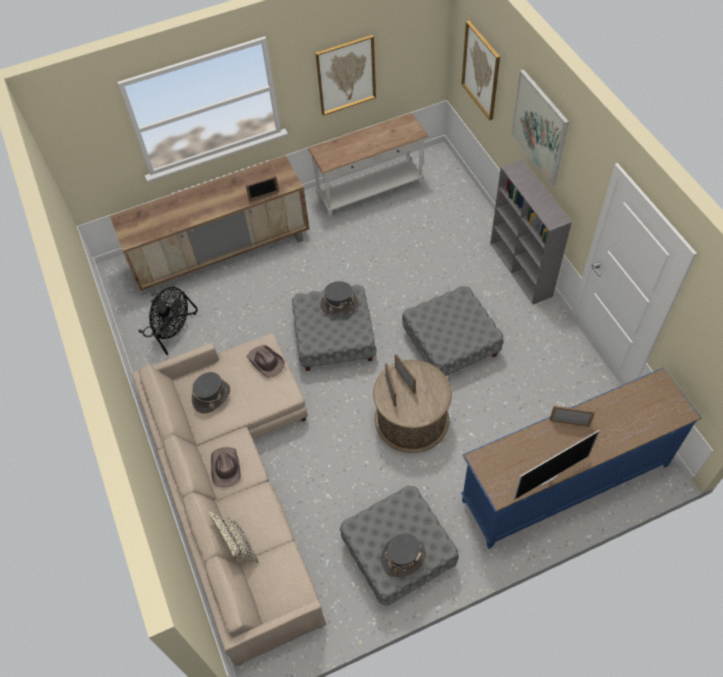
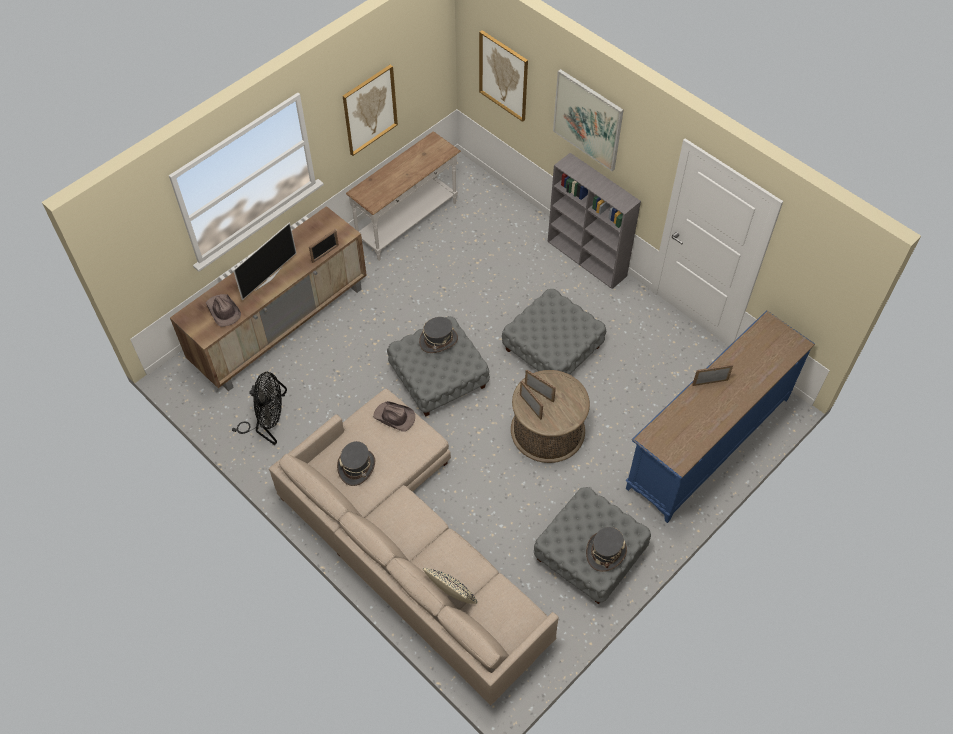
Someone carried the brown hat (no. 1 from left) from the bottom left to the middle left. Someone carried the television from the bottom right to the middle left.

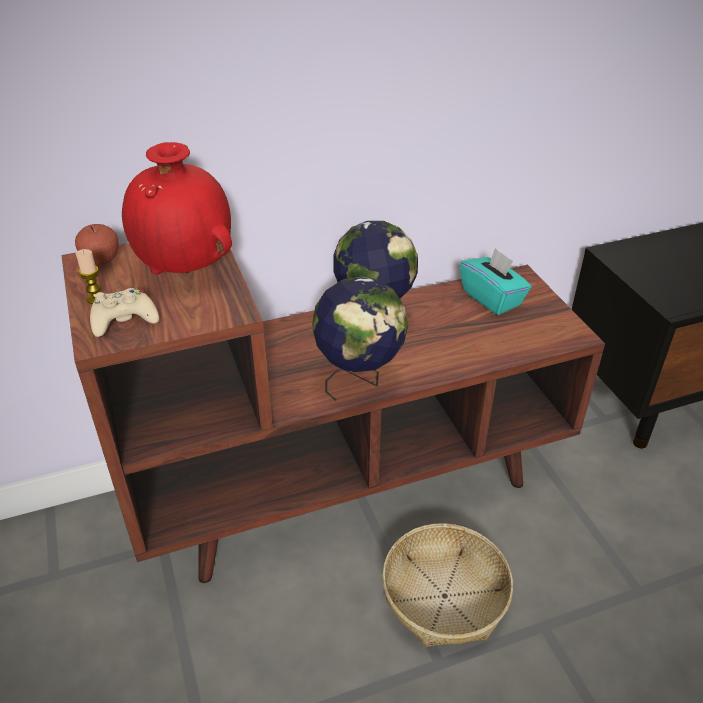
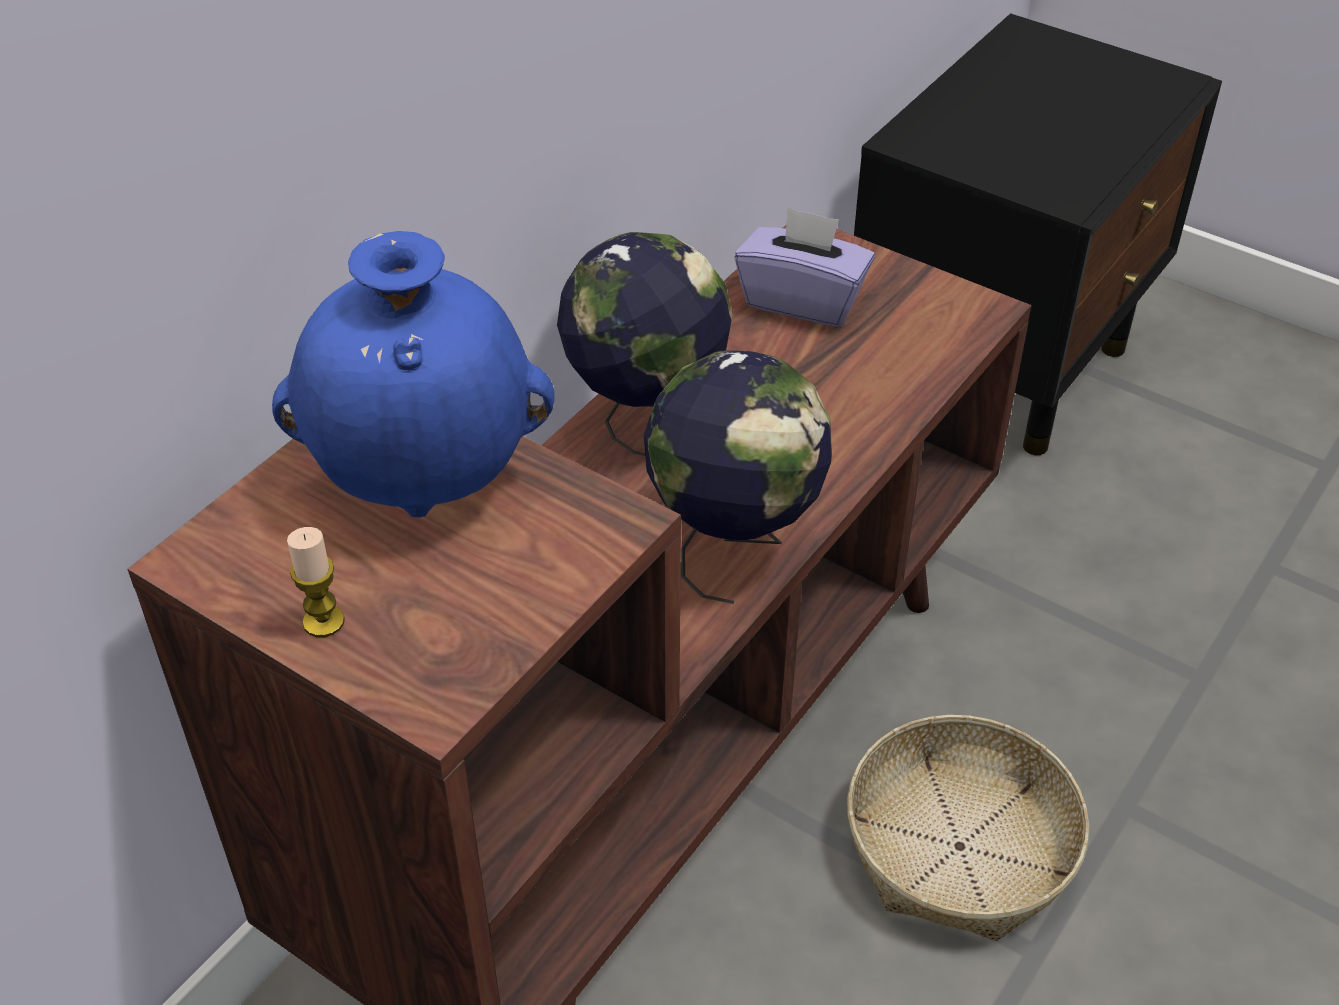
Someone took away the apple at the middle left. Someone took away the beige game controller at the middle left. Someone repainted the red vase at the top left, which became the blue vase at the middle left. Someone repainted the turquoise tissue box at the middle right, which became the purple tissue box at the top centre.

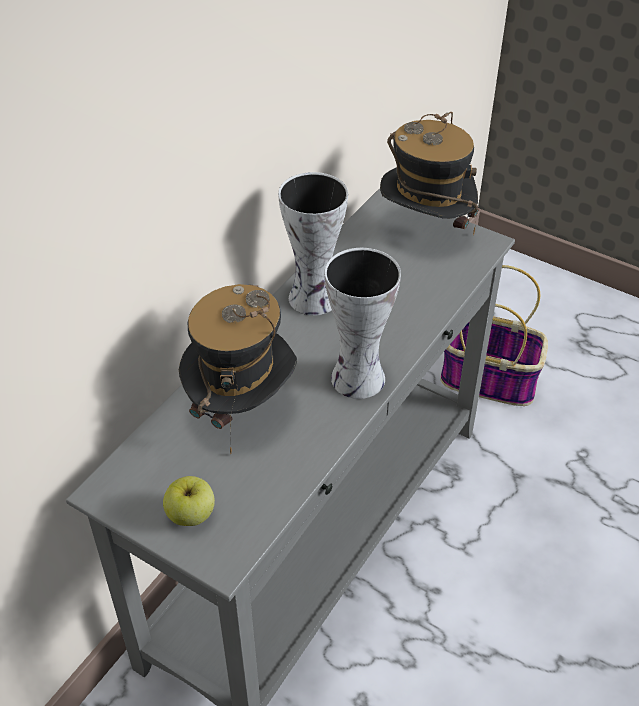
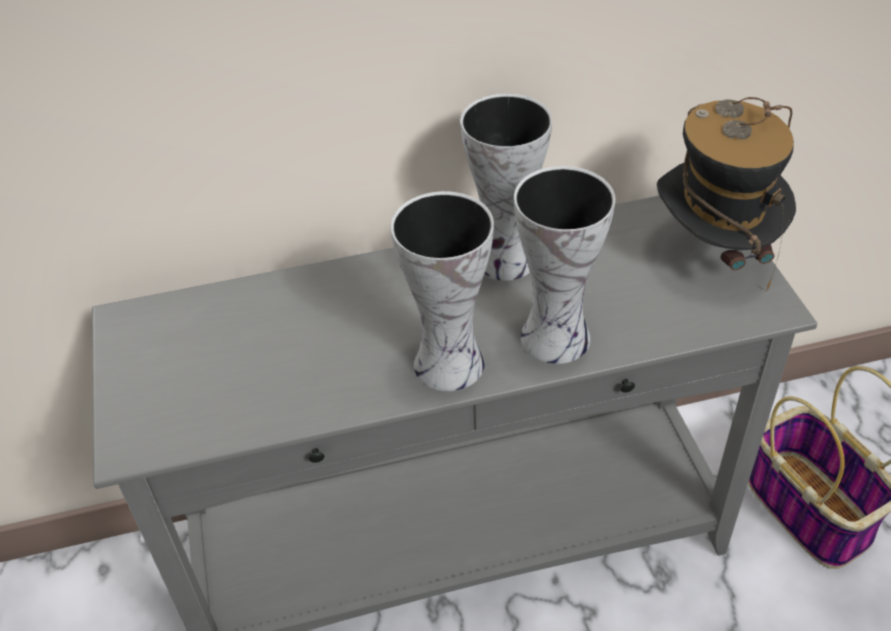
Someone took away the apple at the bottom left. Someone took away the hat (no. 1 from left) at the centre. Someone put down the vase (no. 3 from left) at the centre.

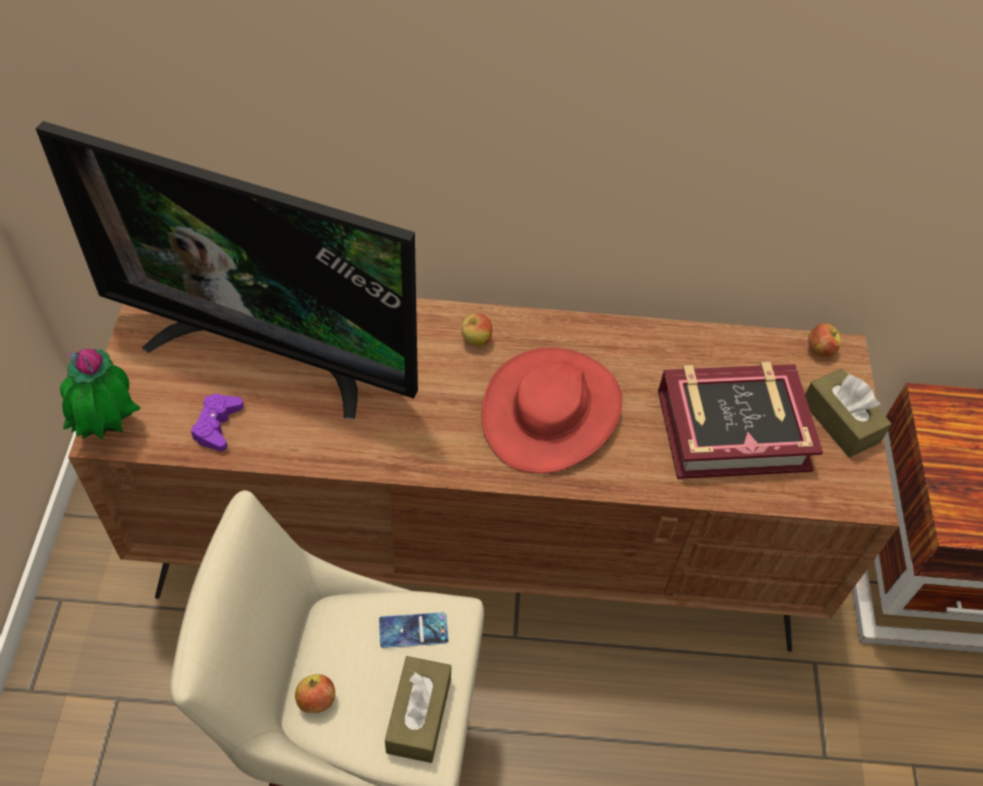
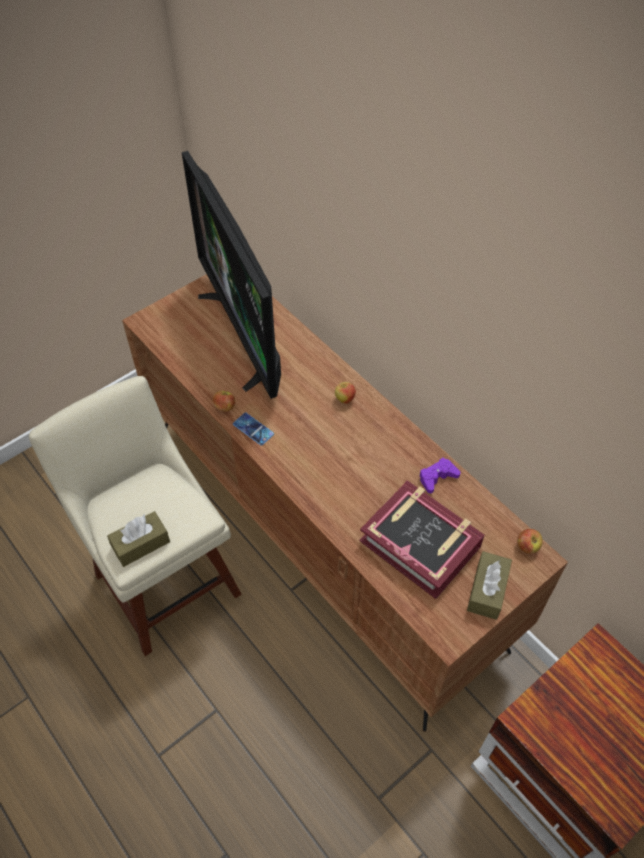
Someone took away the potted plant at the middle left. Someone carried the purple game controller from the middle left to the middle right. Someone carried the apple (no. 1 from left) from the bottom left to the centre. Someone carried the phone from the bottom centre to the centre. Someone took away the red hat at the centre.

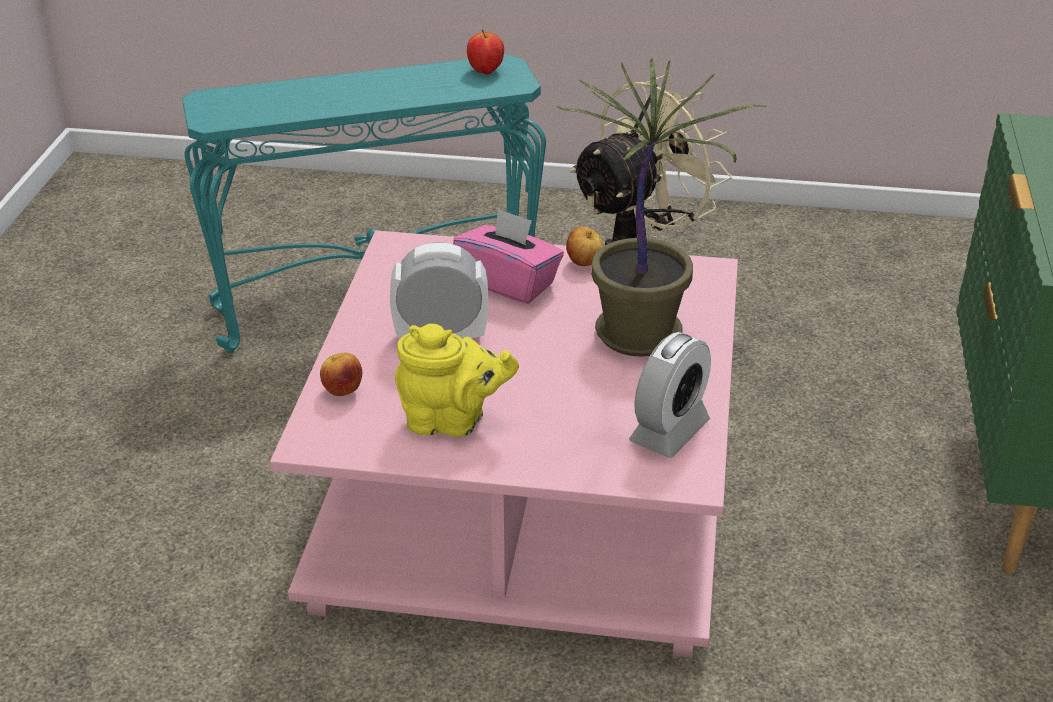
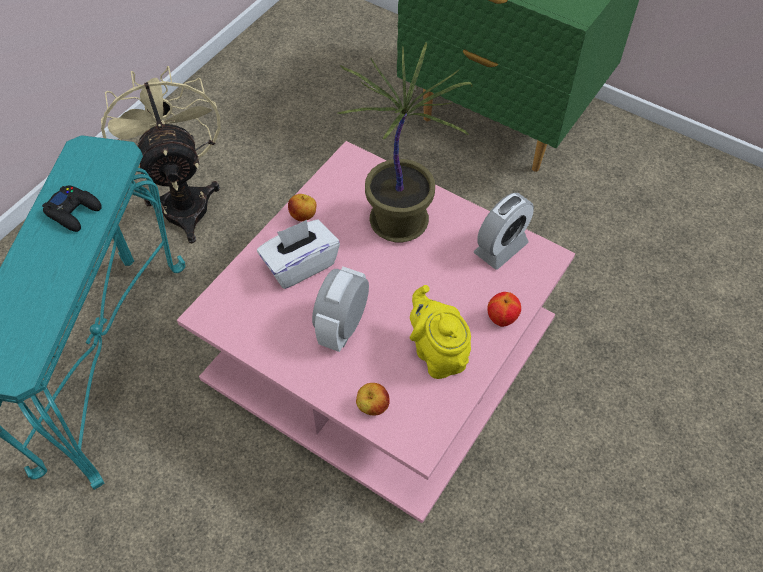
Someone rotated the yellow teapot at the centre by 60 degrees counterclockwise. Someone repainted the pink tissue box at the centre, which became the white tissue box at the centre. Someone carried the apple (no. 2 from left in the first image) from the top centre to the centre. Someone rotated the alarm clock (no. 2 from left) at the centre by 75 degrees clockwise. Someone put down the black game controller at the middle left.

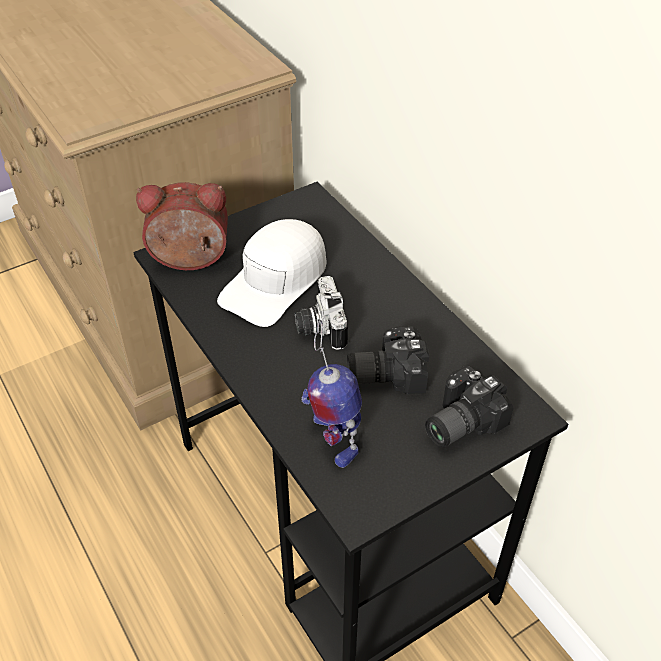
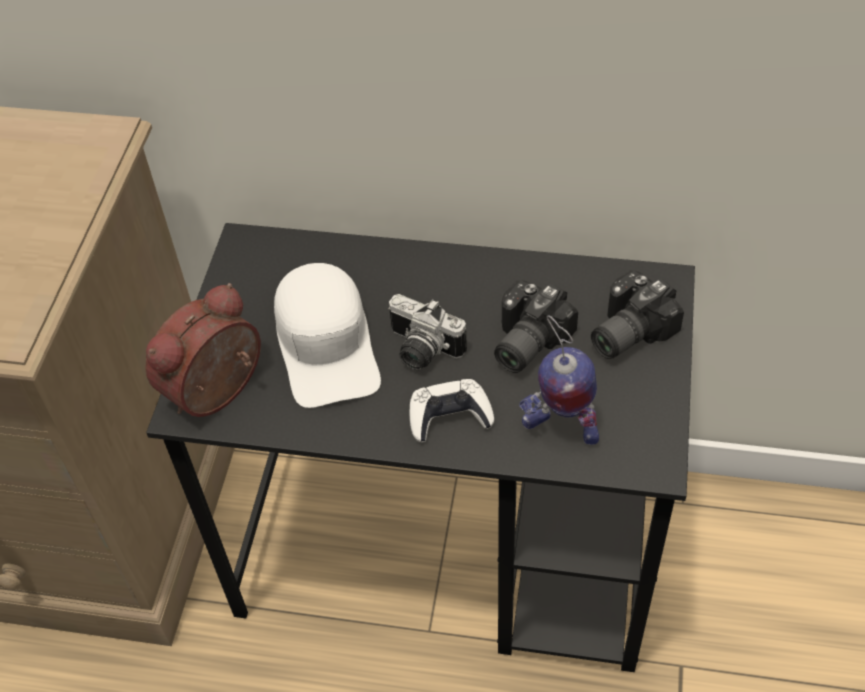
Someone rotated the photo camera (no. 3 from left) at the middle right by 45 degrees clockwise. Someone put down the white game controller at the centre.

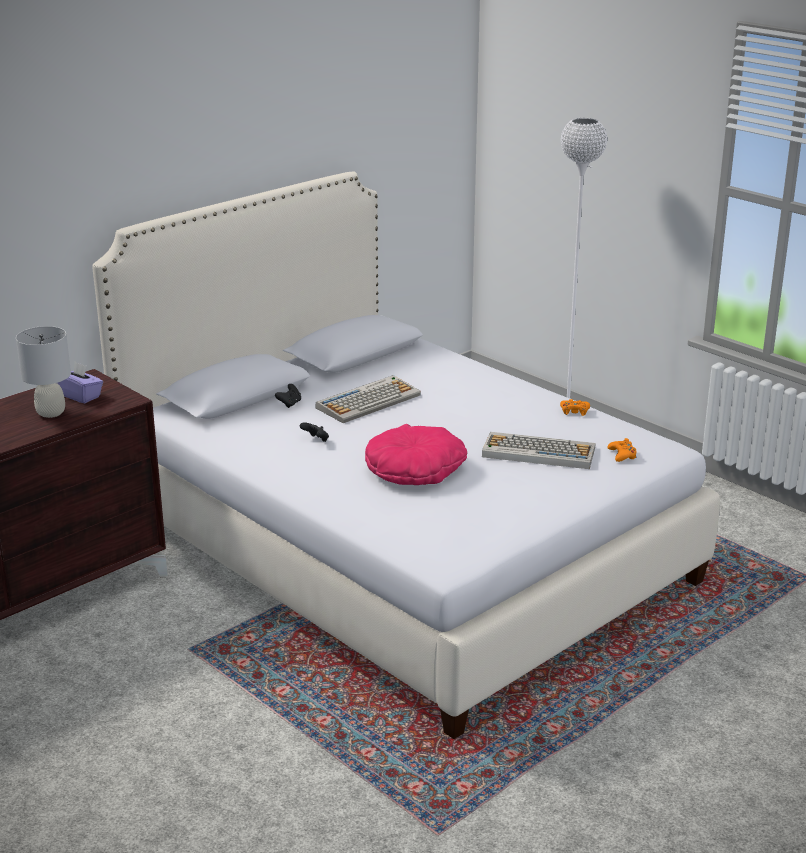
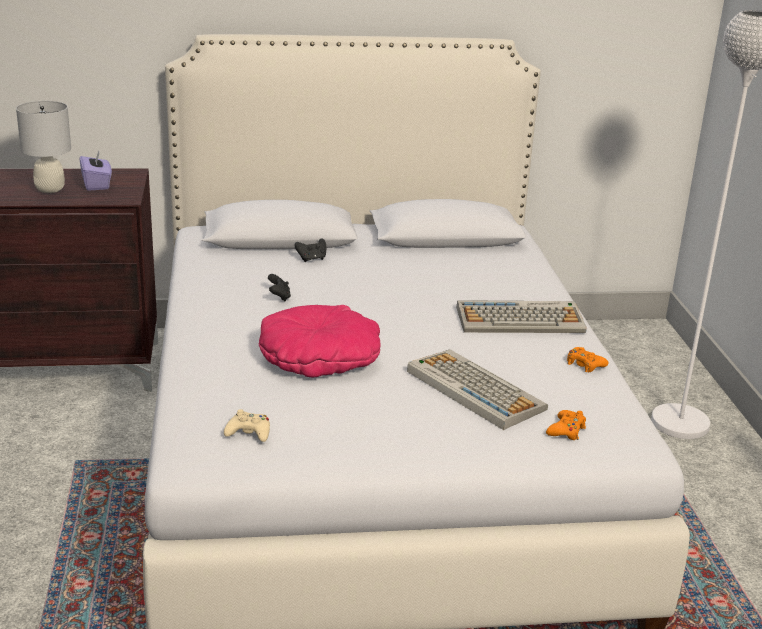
Someone carried the keyboard (no. 1 from left in the first image) from the centre to the middle right. Someone put down the beige game controller at the bottom left.

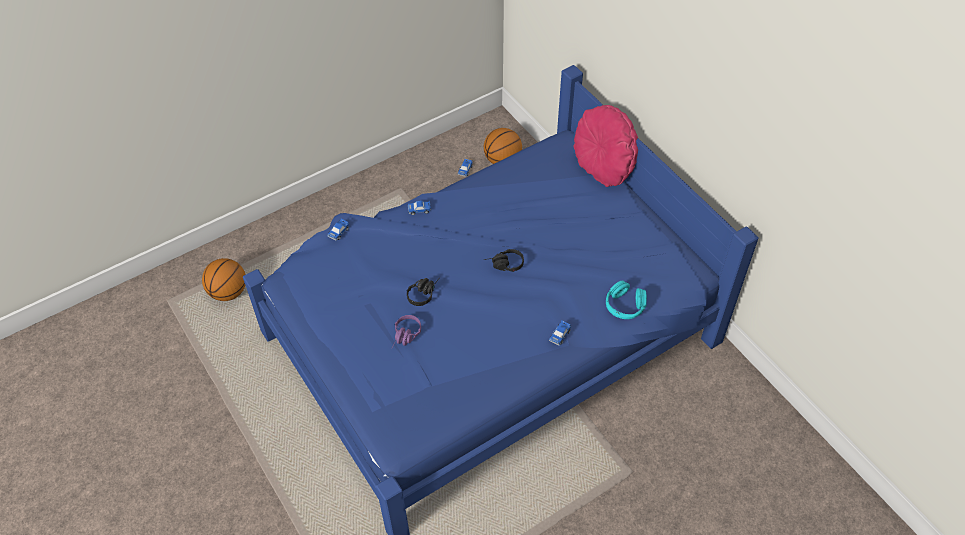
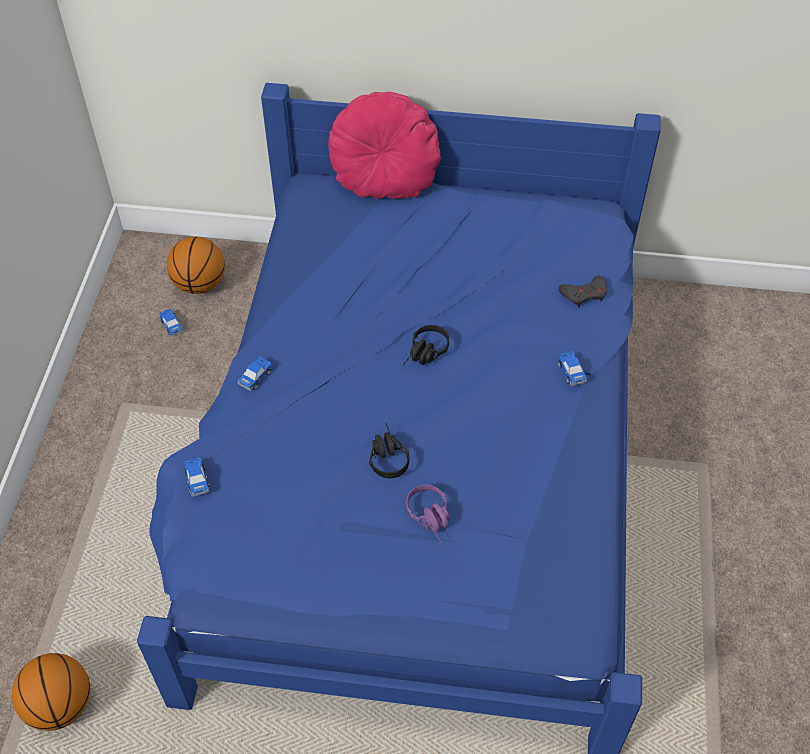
Someone swapped the turquoise headphones at the centre for the grey game controller at the middle right.

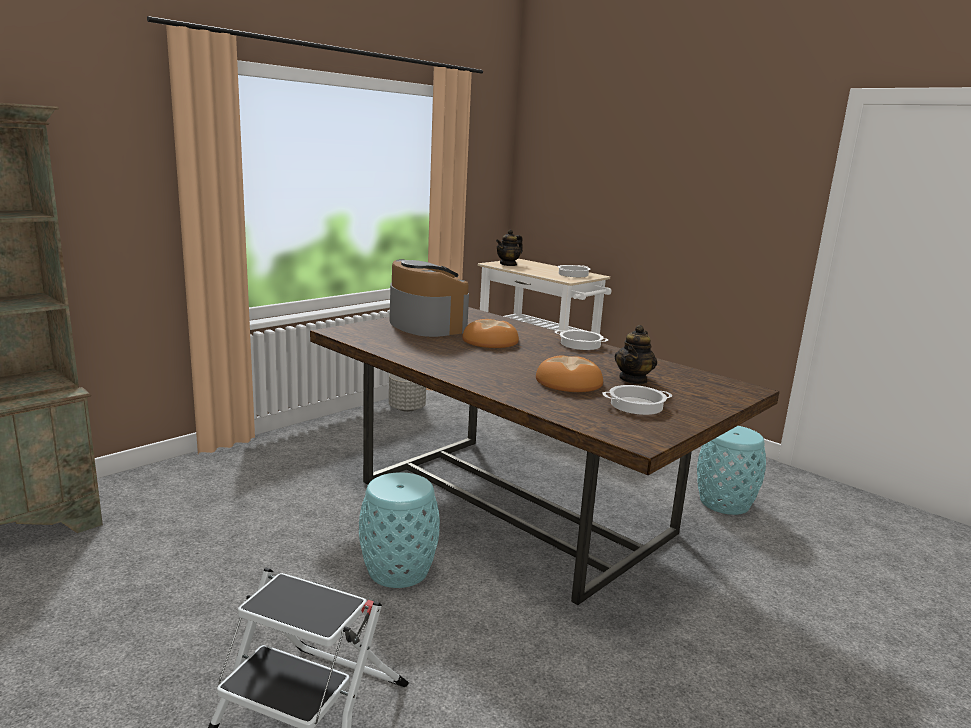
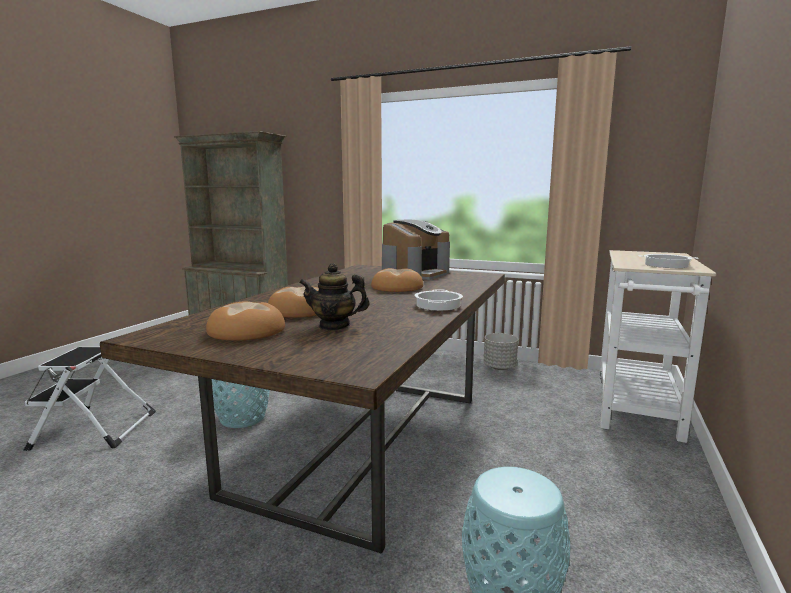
Someone took away the teapot (no. 1 from left) at the centre. Someone swapped the cooking pot (no. 3 from left) at the centre for the bread (no. 1 from left) at the middle left.

